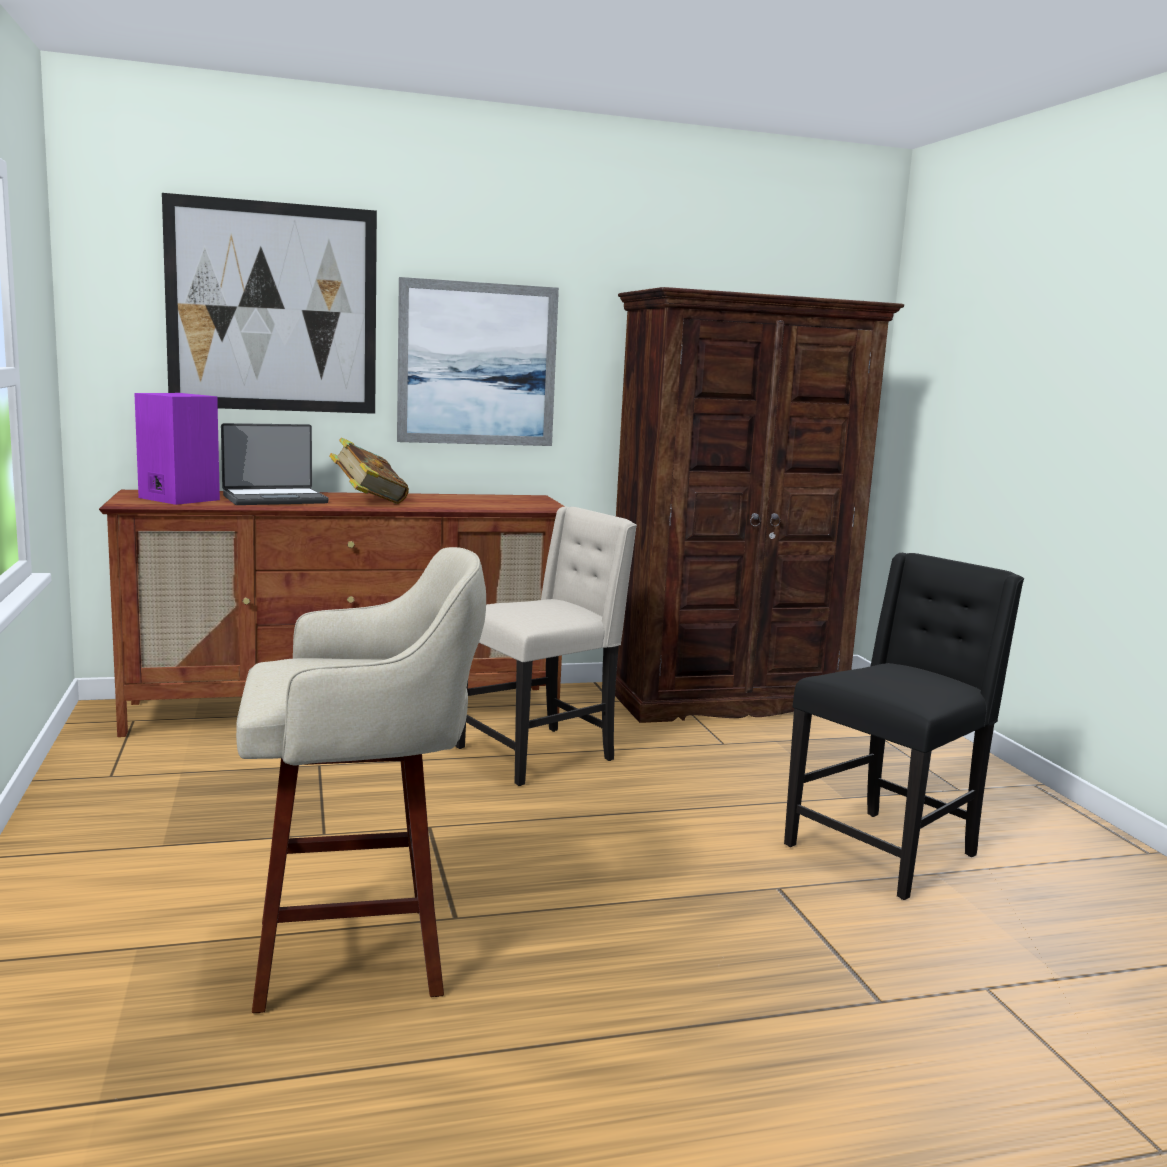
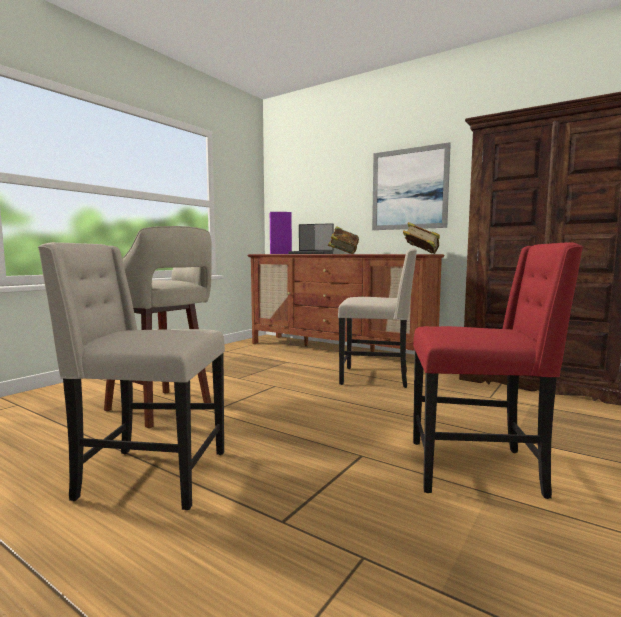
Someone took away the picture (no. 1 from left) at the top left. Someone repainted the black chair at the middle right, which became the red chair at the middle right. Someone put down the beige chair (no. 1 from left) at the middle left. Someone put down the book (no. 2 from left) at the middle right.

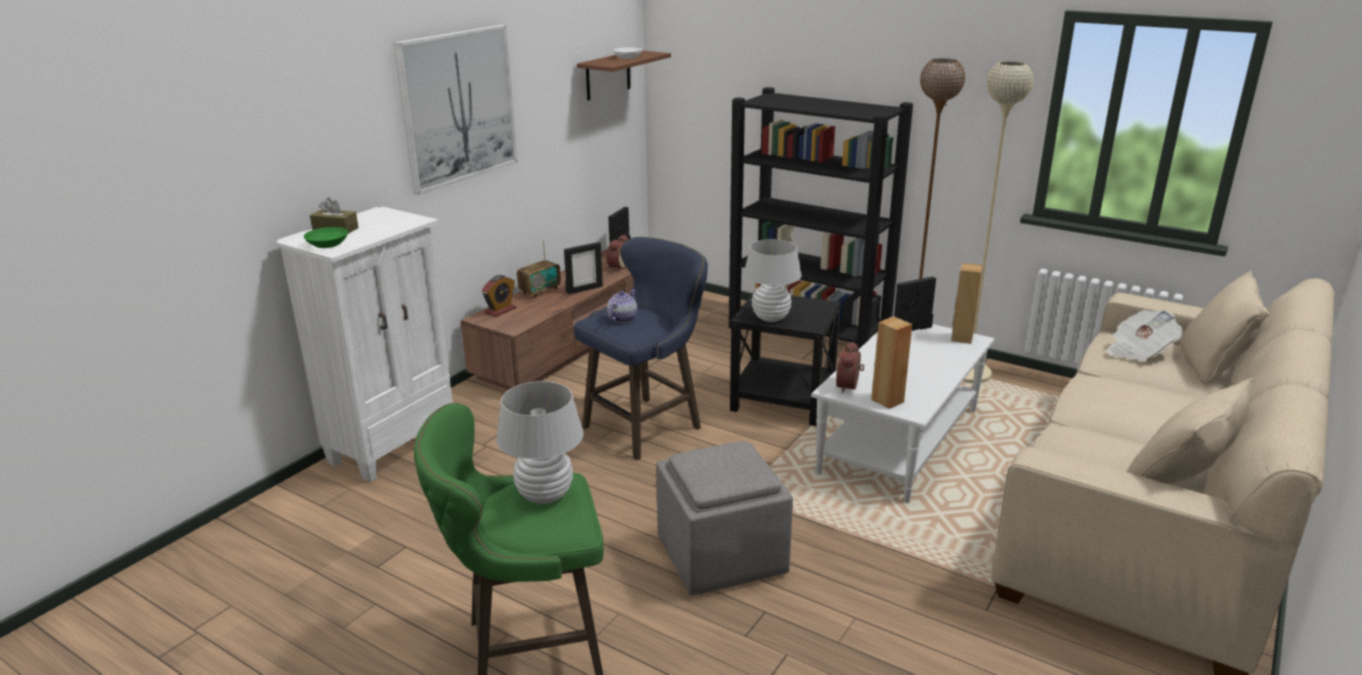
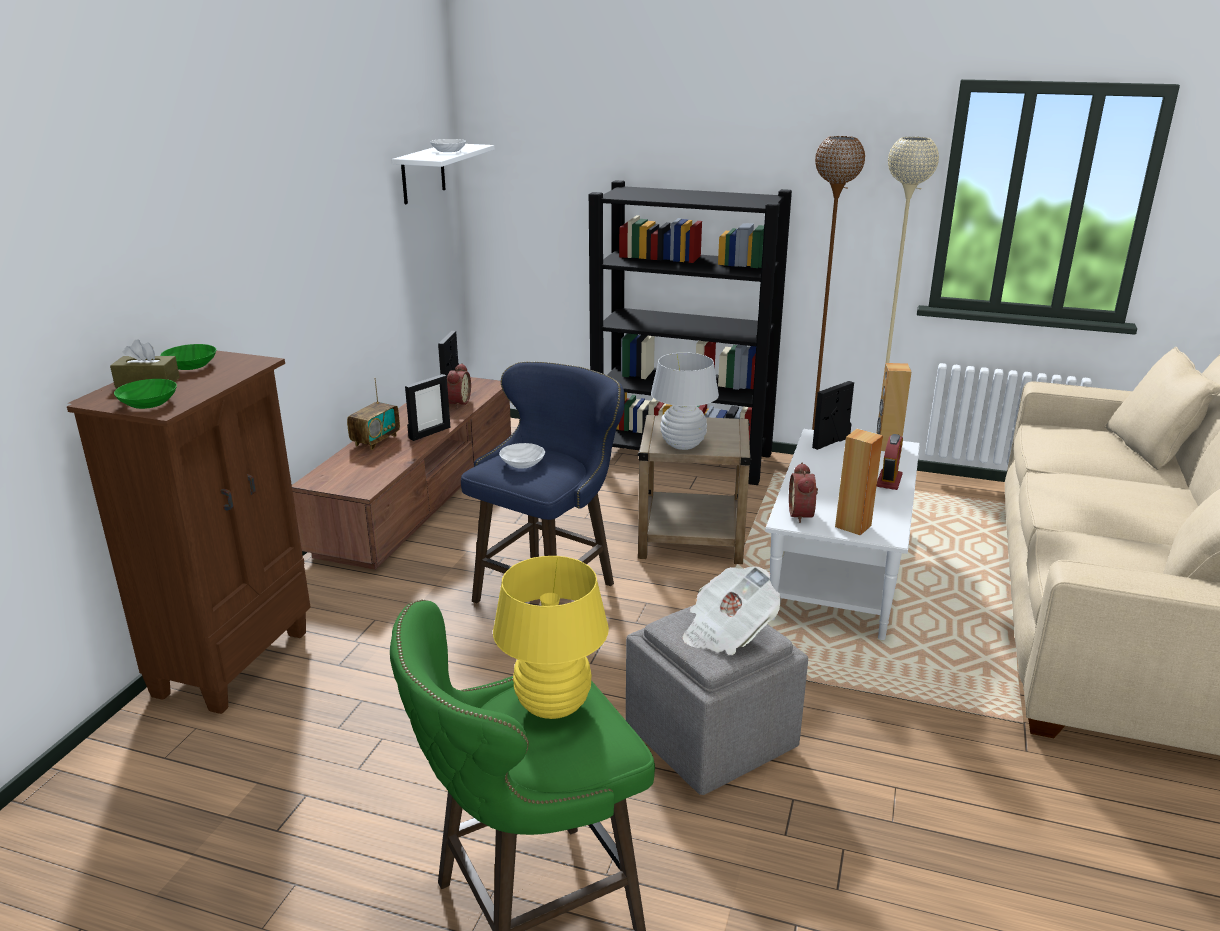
Someone repainted the white cabinet at the middle left, which became the brown cabinet at the middle left. Someone took away the picture at the top centre. Someone carried the alarm clock (no. 1 from left in the first image) from the centre to the middle right. Someone repainted the white table lamp (no. 1 from left) at the centre, which became the yellow table lamp at the bottom centre. Someone repainted the brown shelf at the top centre, which became the white shelf at the top centre. Someone swapped the teapot at the centre for the white bowl (no. 2 from left) at the centre. Someone repainted the black side table at the centre, which became the beige side table at the centre. Someone carried the newspaper from the middle right to the centre. Someone put down the green bowl (no. 2 from left) at the middle left.

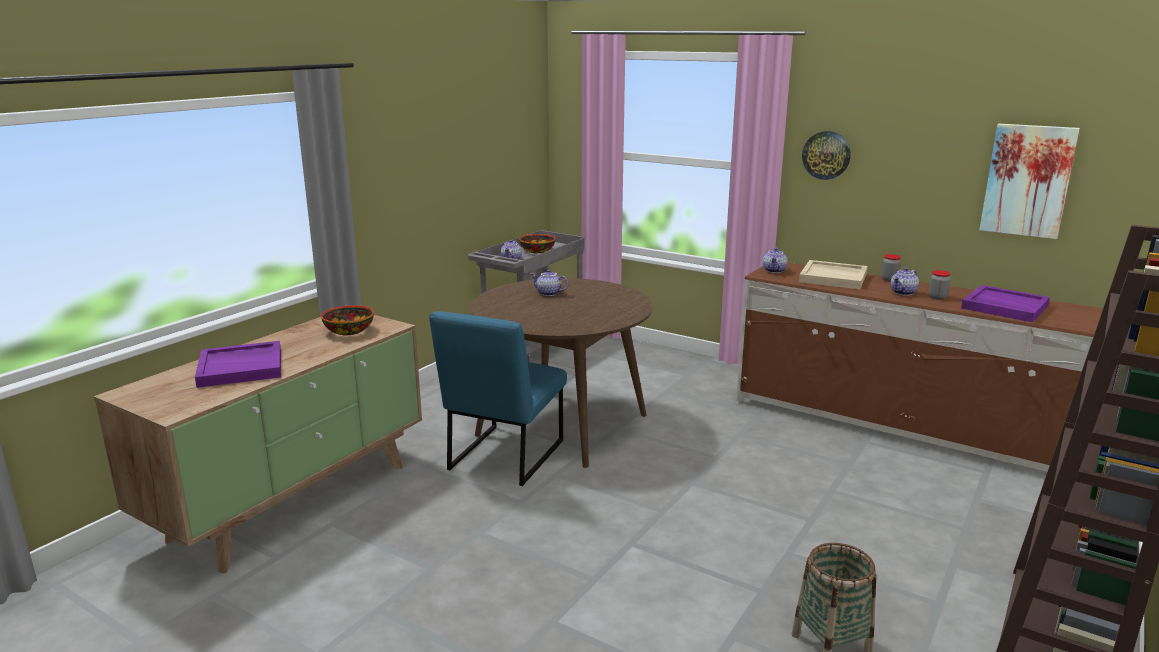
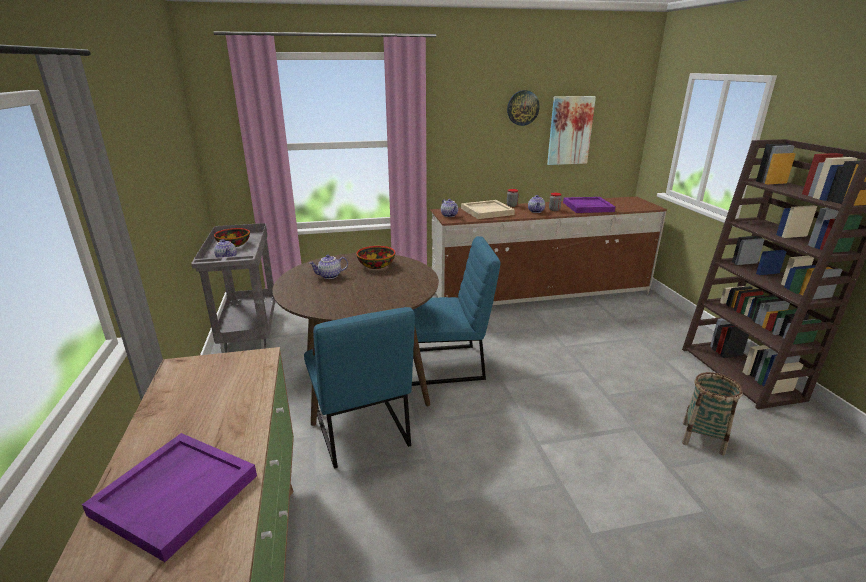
Someone carried the bowl (no. 1 from left in the first image) from the middle left to the centre. Someone carried the wall clock from the top right to the top centre. Someone put down the blue chair (no. 2 from left) at the centre.

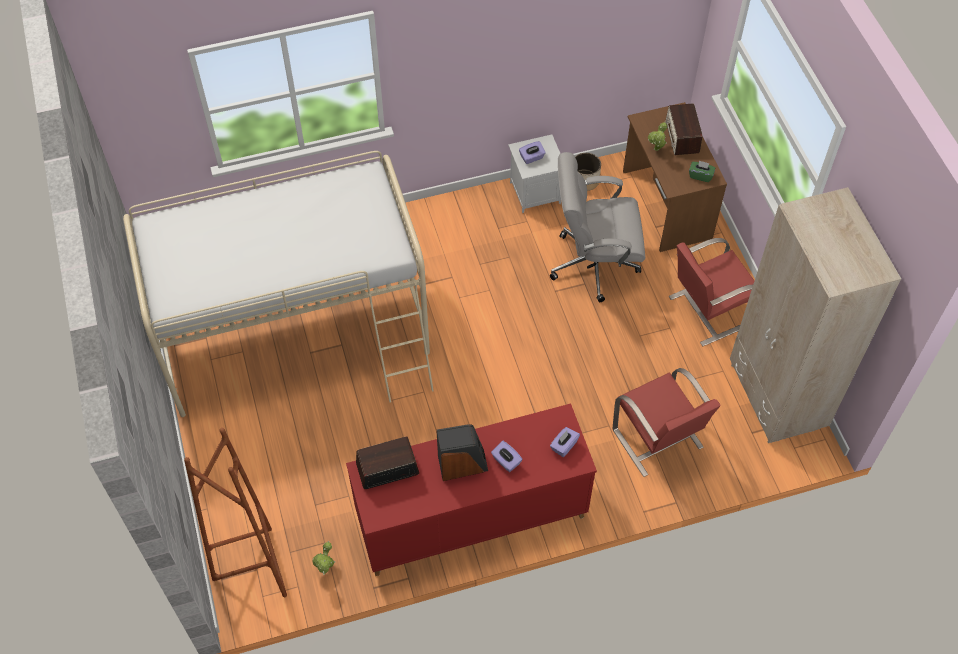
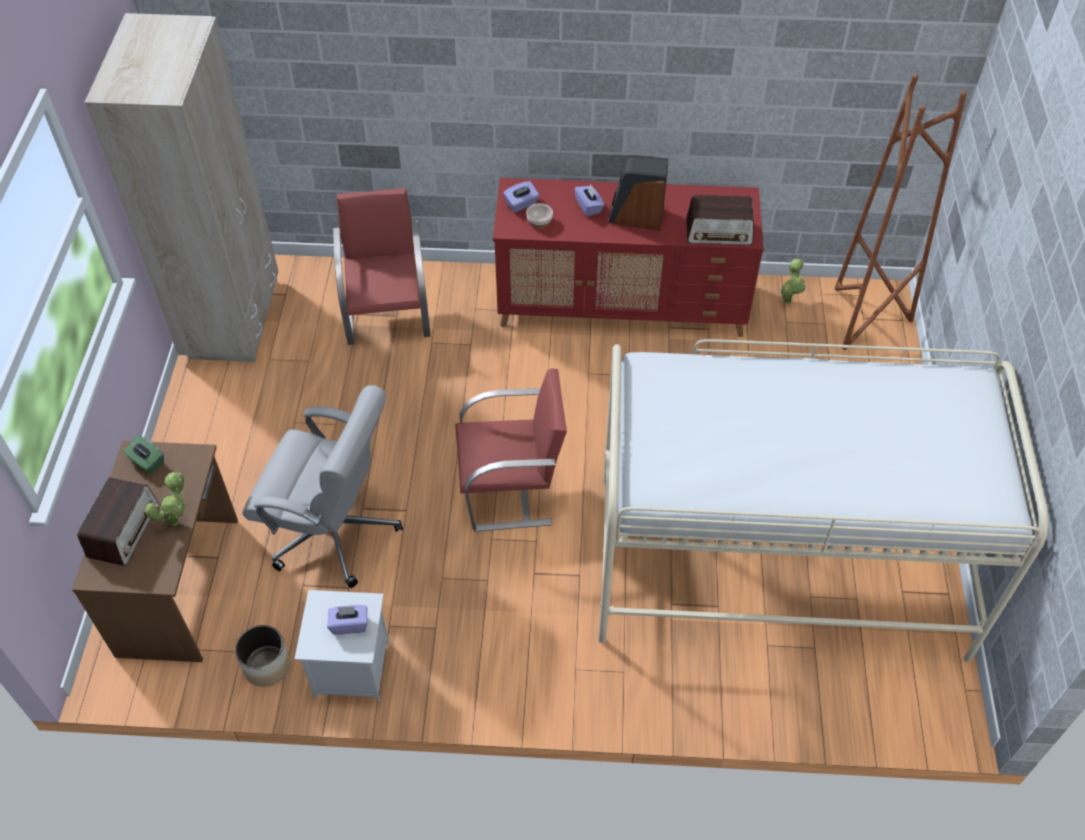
Someone carried the red chair (no. 2 from left) from the middle right to the centre. Someone put down the bowl at the top centre.

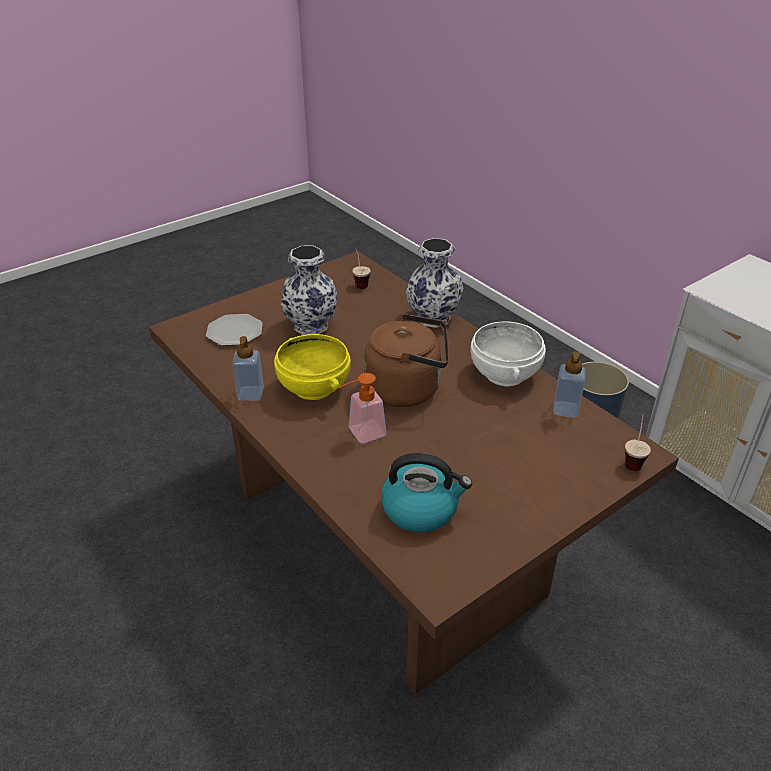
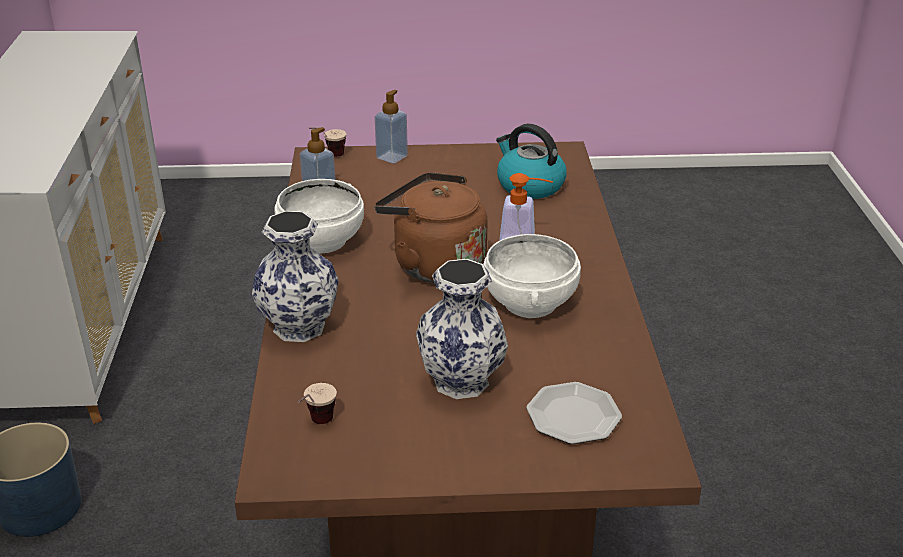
Someone carried the soap dispenser (no. 1 from left in the first image) from the middle left to the top centre. Someone repainted the yellow bowl at the centre, which became the white bowl (no. 2 from left) at the centre.

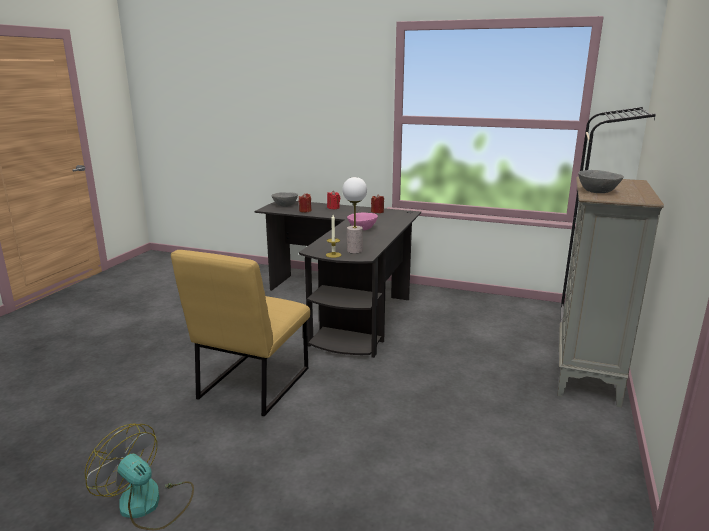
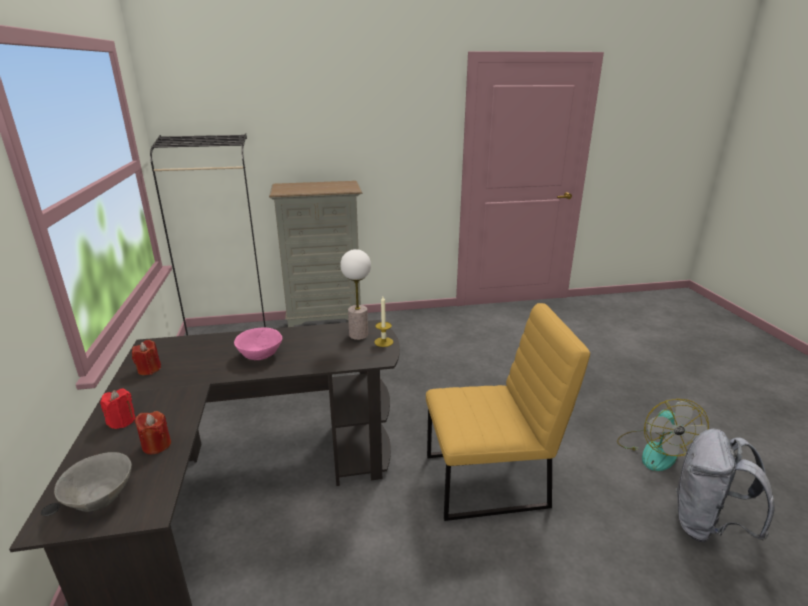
Someone took away the grey bowl (no. 2 from left) at the middle right. Someone put down the grey backpack at the bottom right.

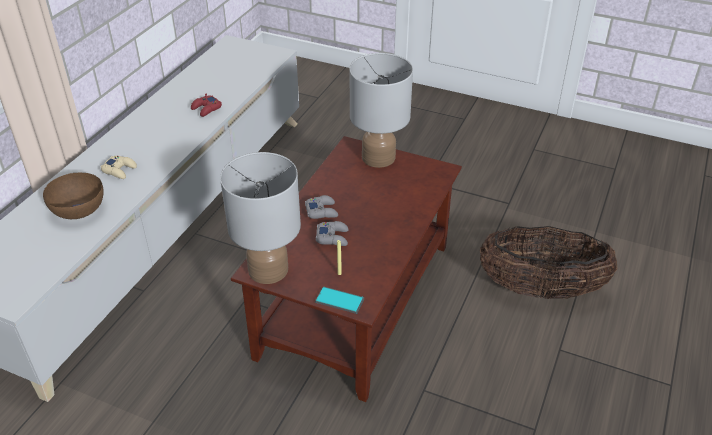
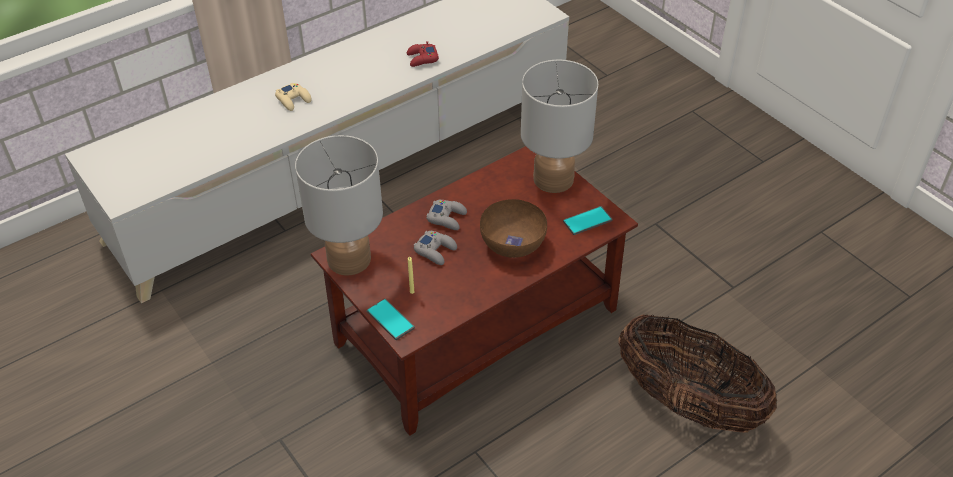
Someone carried the brown bowl from the middle left to the centre. Someone put down the phone (no. 2 from left) at the centre.

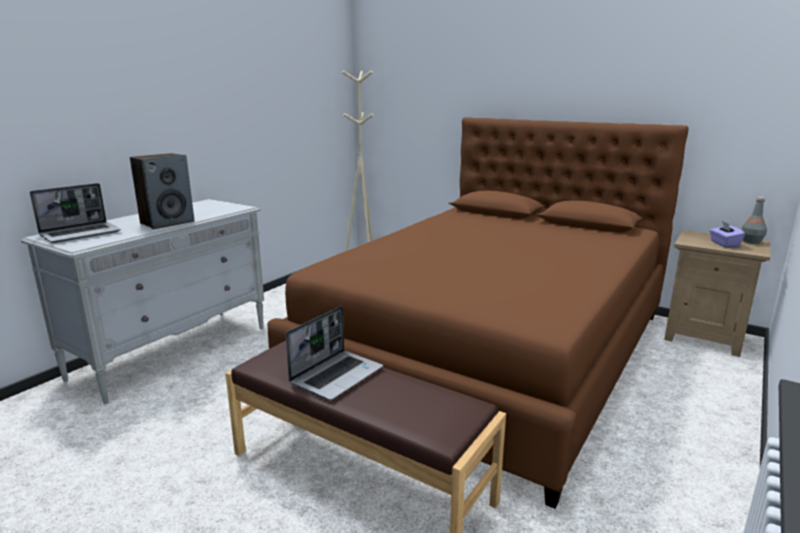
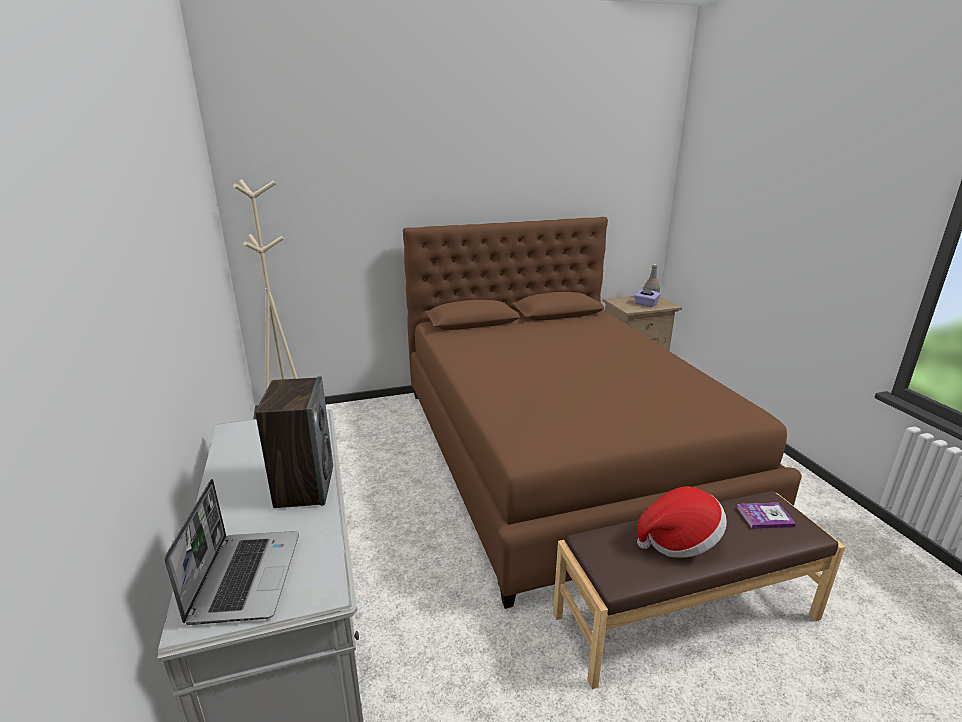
Someone swapped the laptop (no. 2 from left) at the centre for the hat at the bottom right. Someone put down the book at the bottom right.

